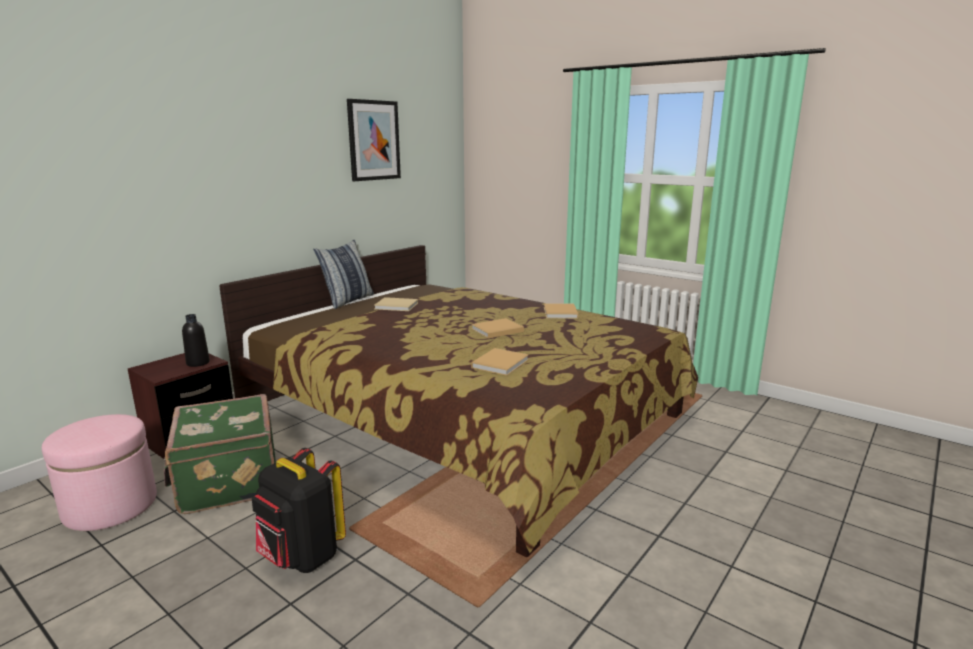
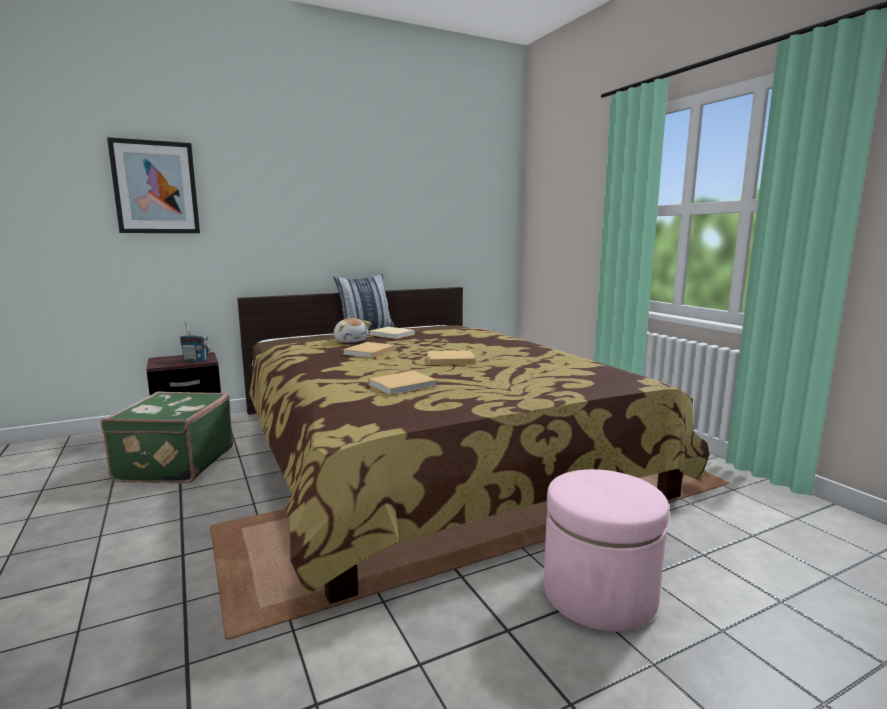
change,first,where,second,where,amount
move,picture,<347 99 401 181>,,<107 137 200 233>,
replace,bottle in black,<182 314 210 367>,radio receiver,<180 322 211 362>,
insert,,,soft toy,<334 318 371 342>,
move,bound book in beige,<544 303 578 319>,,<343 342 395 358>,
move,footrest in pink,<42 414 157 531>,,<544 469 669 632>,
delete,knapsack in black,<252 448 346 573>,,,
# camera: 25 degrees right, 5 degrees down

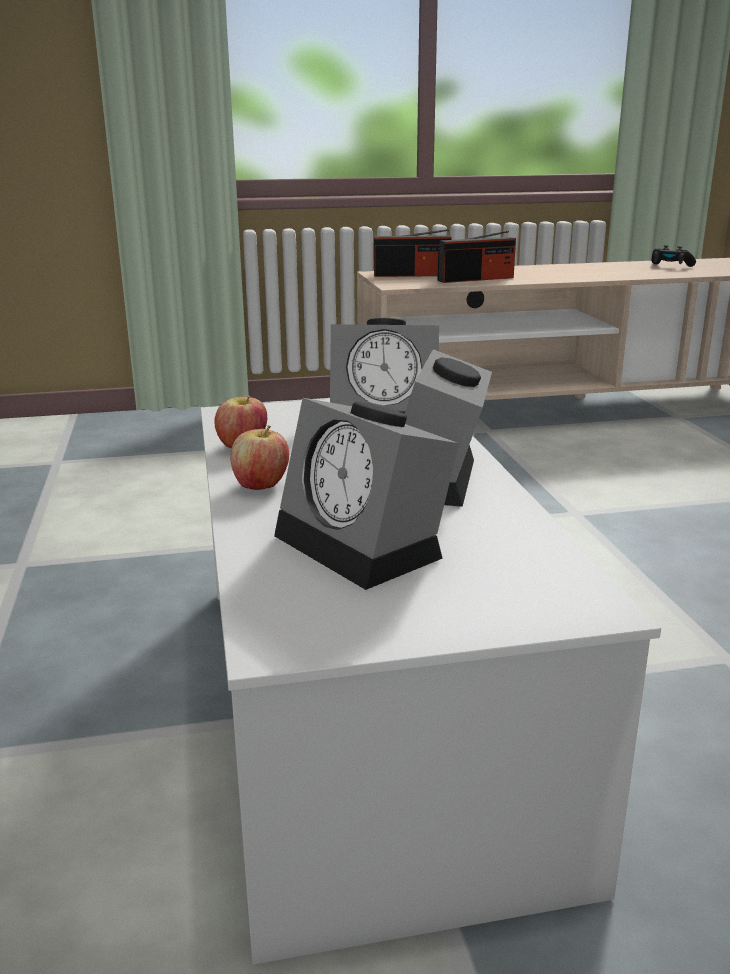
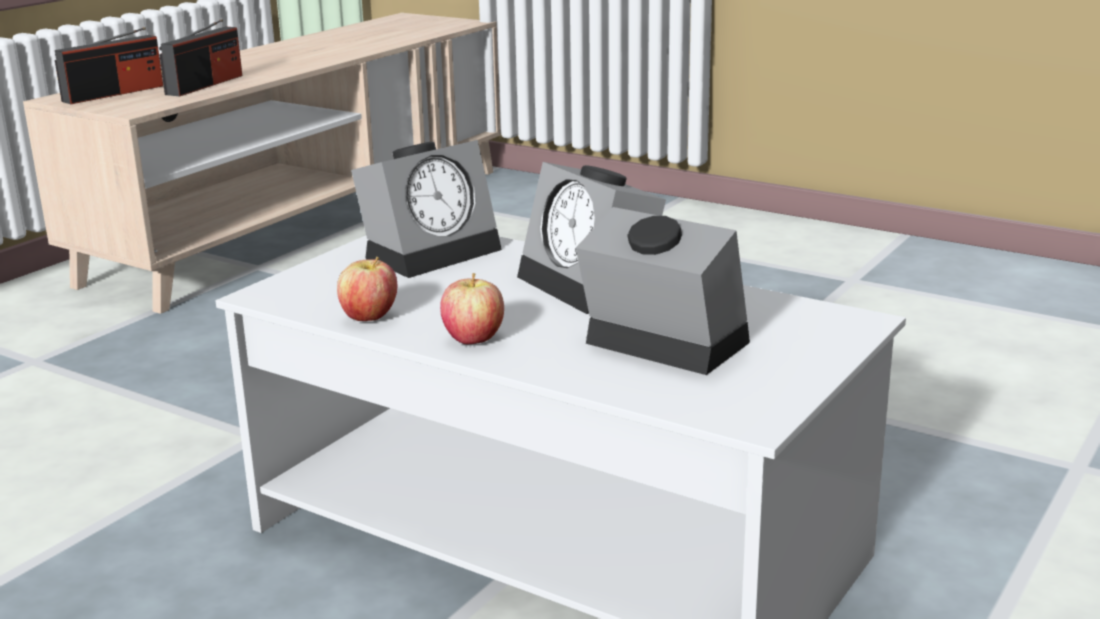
change,first,where,second,where,amount
rotate,table clock,<274 398 459 590>,,<576 207 750 375>,150 degrees counterclockwise
delete,gamepad in black,<651 245 696 267>,,,
# camera: 45 degrees left, 0 degrees up

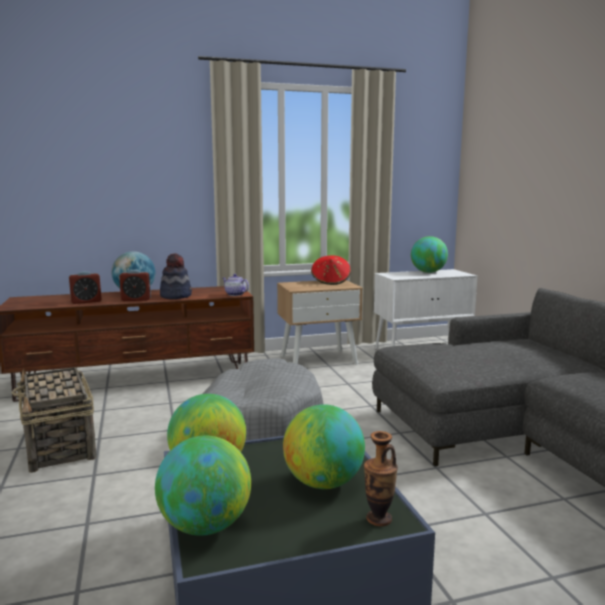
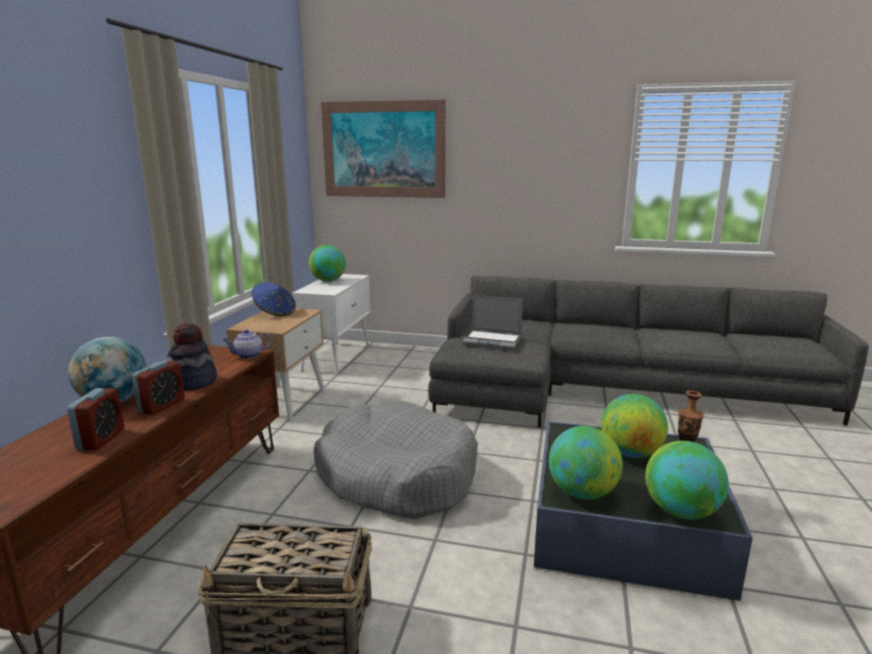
change,first,where,second,where,amount
recolor,wearable hat in red-coloured,<311 255 351 285>,wearable hat in blue-coloured,<251 282 296 316>,
insert,,,picture,<321 99 446 198>,
insert,,,notebook computer,<462 295 523 350>,
# camera: 60 degrees left, 5 degrees up

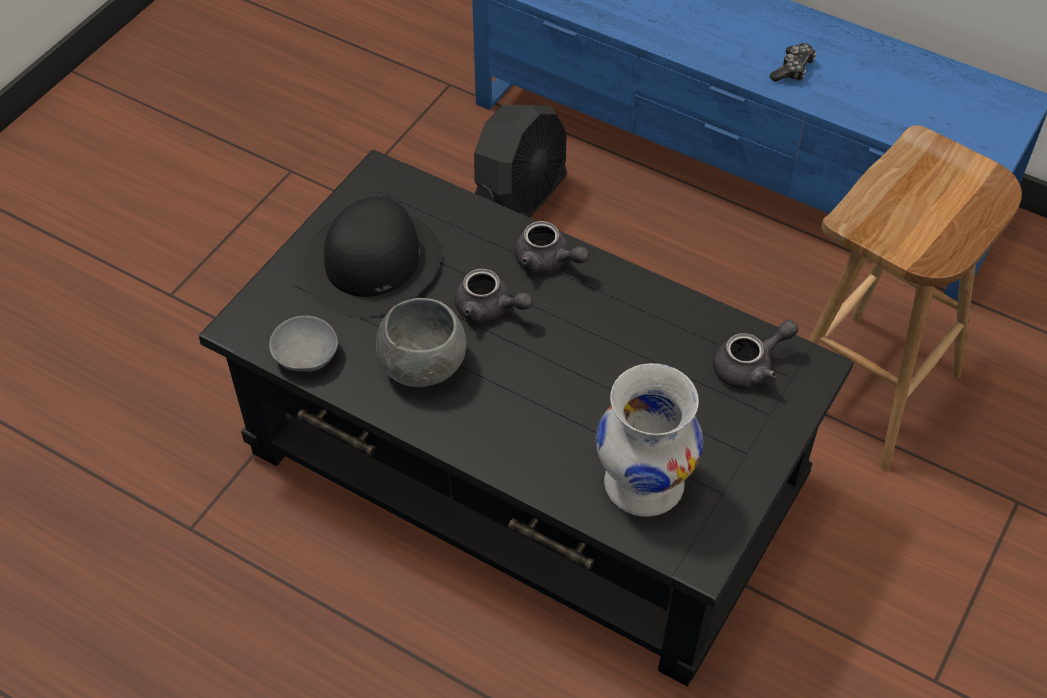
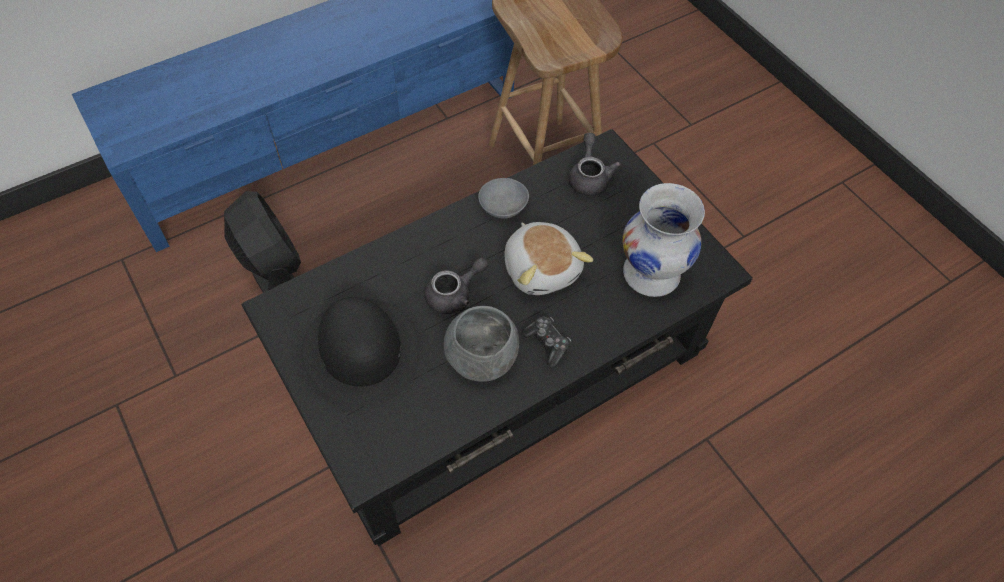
change,first,where,second,where,amount
move,bowl in greyish,<269 316 338 372>,,<478 178 529 219>,
insert,,,soft toy,<505 222 593 295>,
move,gamepad,<770 43 817 82>,,<521 317 571 368>,
delete,teapot in greyish,<514 221 589 273>,,,
# camera: 65 degrees left, 5 degrees up

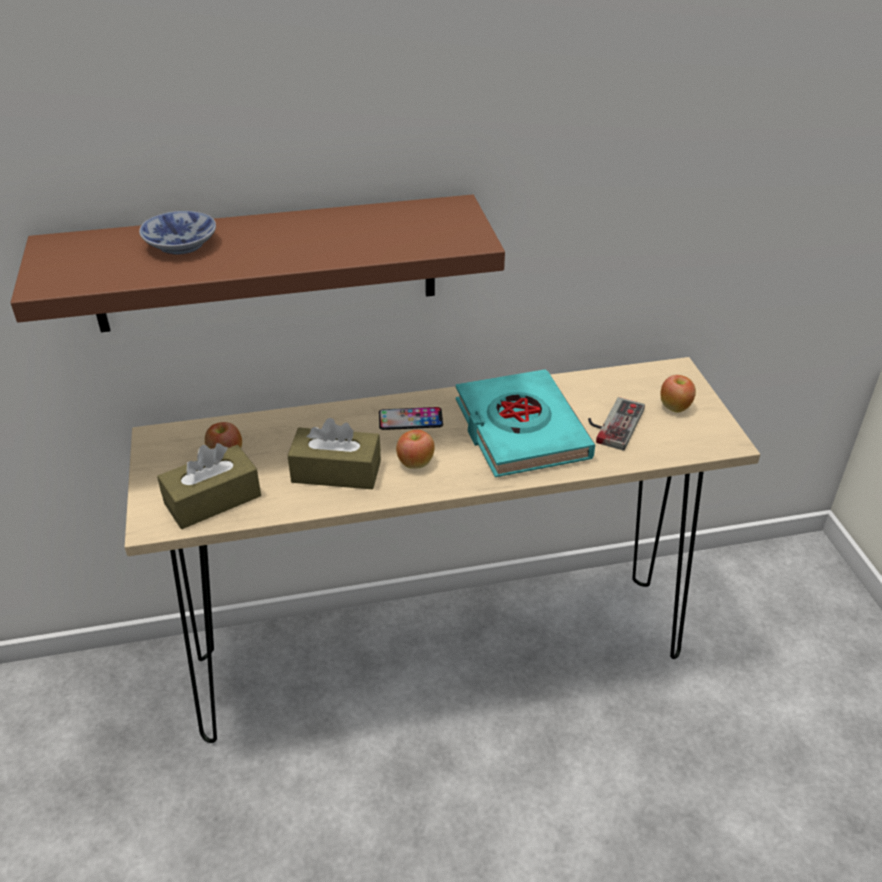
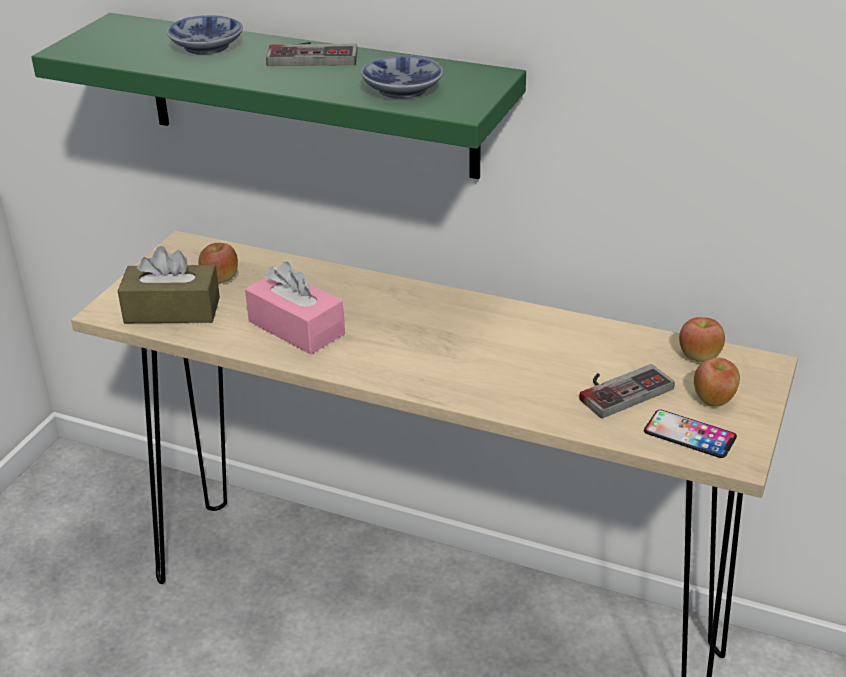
change,first,where,second,where,amount
recolor,shelf in brown-coloured,<10 195 505 332>,shelf in green-coloured,<31 13 526 179>,
recolor,tissue holder in brown-coloured,<287 418 381 489>,tissue holder in pink,<245 262 345 354>,
insert,,,gamepad,<266 42 358 66>,
insert,,,bowl,<361 55 443 99>,
move,handset,<379 407 443 430>,,<644 410 737 458>,
move,apple,<396 429 434 468>,,<679 317 725 362>,
delete,bound book in turquoise-coloured,<456 370 595 477>,,,
# camera: 35 degrees right, 5 degrees down

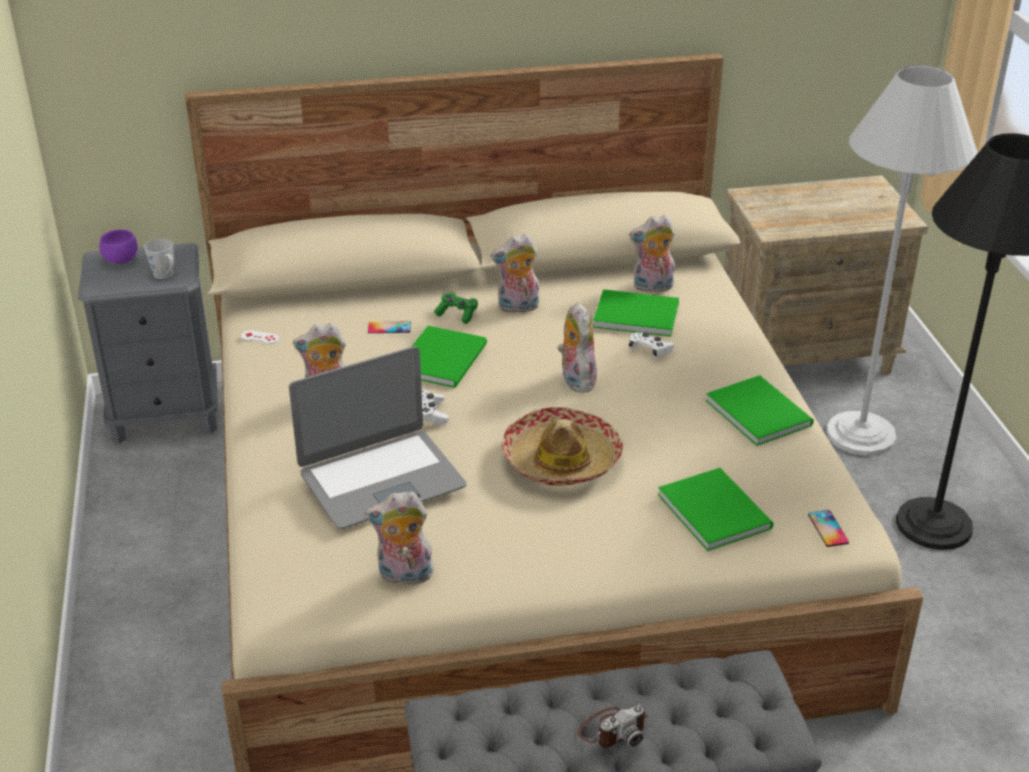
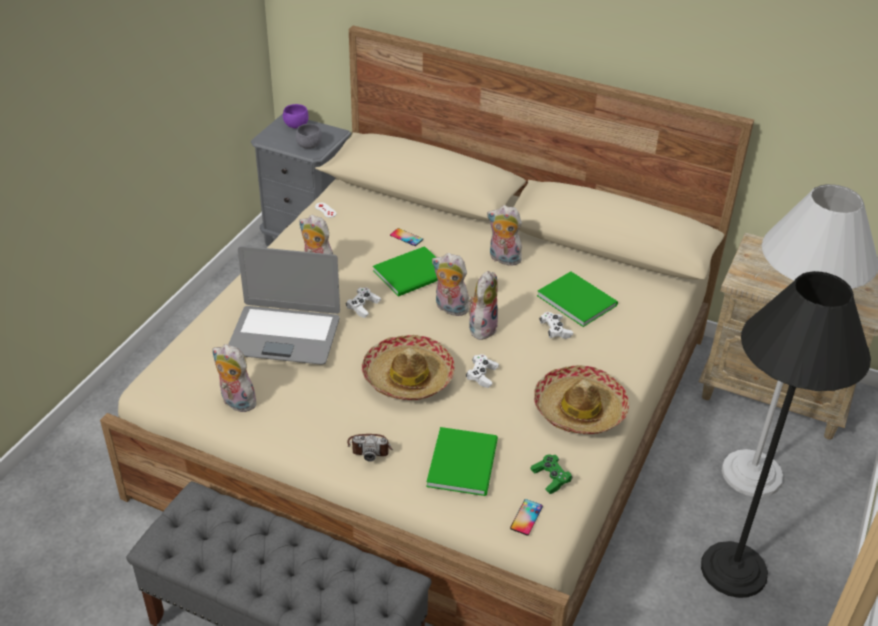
change,first,where,second,where,amount
replace,tea mug in greyish,<144 239 174 279>,bowl in greyish,<296 124 322 149>,
move,photo camera,<578 705 648 748>,,<347 434 393 462>,
move,soft toy,<629 215 675 292>,,<432 253 469 316>,
insert,,,gamepad in whitish,<466 354 499 388>,
move,gamepad in green-coloured,<434 292 478 324>,,<530 455 573 494>,
replace,bound book in green-coloured,<706 375 814 446>,wearable hat,<534 365 629 434>,
# camera: 35 degrees right, 5 degrees up

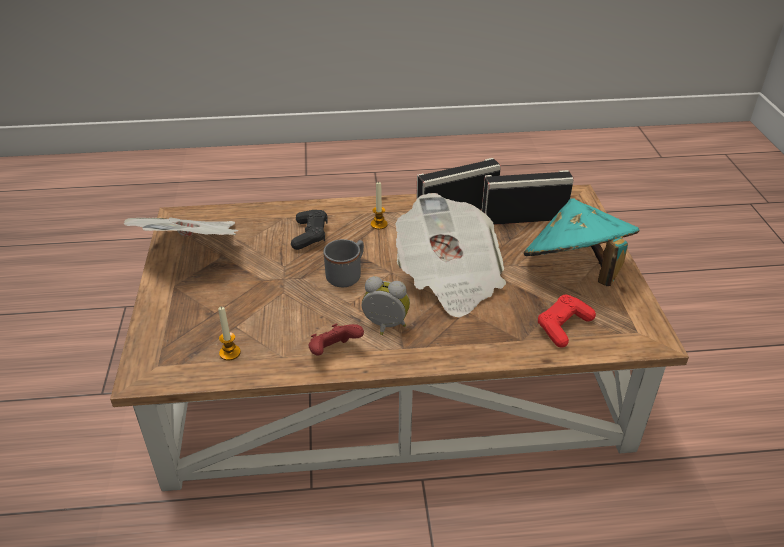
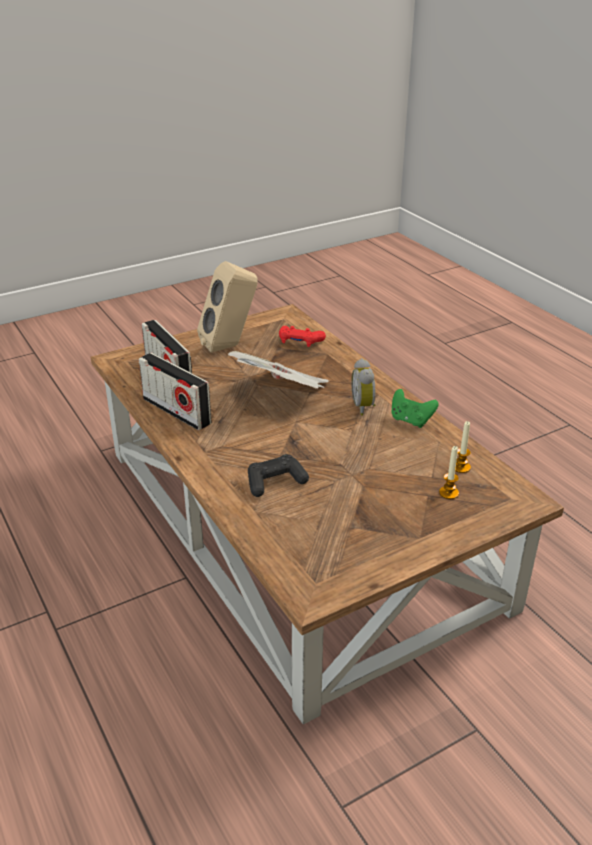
change,first,where,second,where,amount
replace,wearable hat in turquoise-coloured,<524 198 640 286>,loudspeaker in beige,<197 261 258 353>,
recolor,gamepad in red-coloured,<308 323 364 356>,gamepad in green-coloured,<392 389 439 428>,
move,wax light,<371 181 388 229>,,<439 446 459 499>,
delete,printed paper,<124 218 239 236>,,,
delete,tea mug in greyish,<323 239 364 287>,,,
# camera: 115 degrees left, 5 degrees down

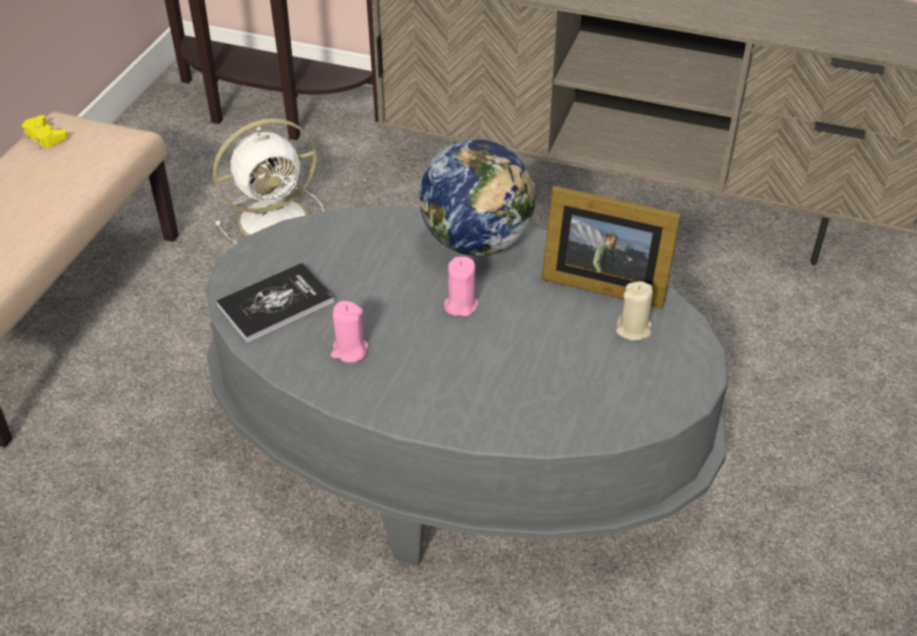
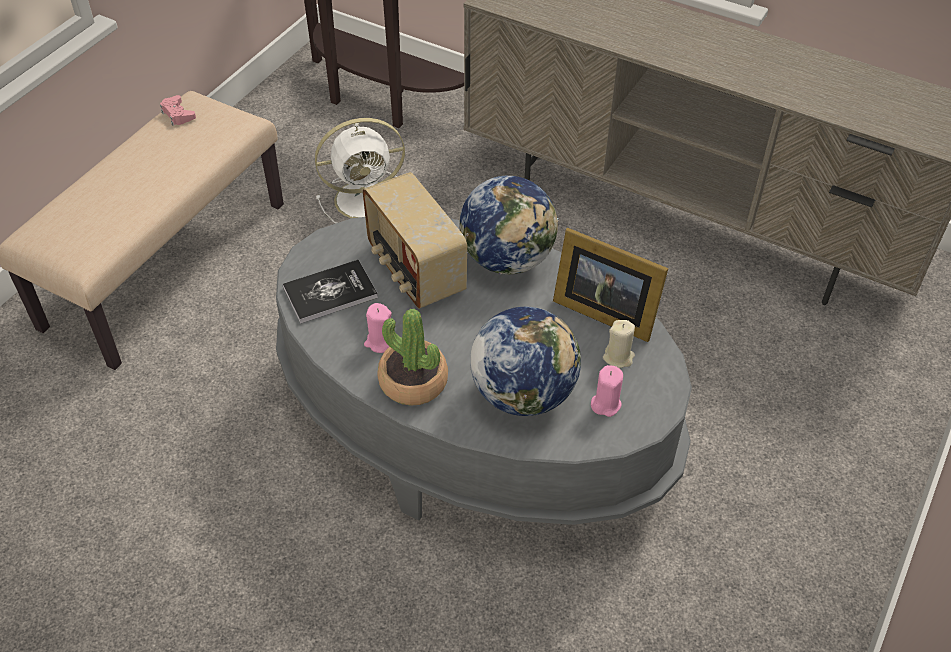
change,first,where,second,where,amount
recolor,gamepad in yellowish,<21 115 68 149>,gamepad in pink,<160 95 196 126>,
insert,,,radio receiver,<363 172 467 309>,
insert,,,plant in a pot,<377 309 448 406>,
insert,,,desk globe,<470 307 581 416>,
move,wax light in pink,<444 256 478 317>,,<591 365 623 417>,
# camera: 10 degrees right, 5 degrees up

